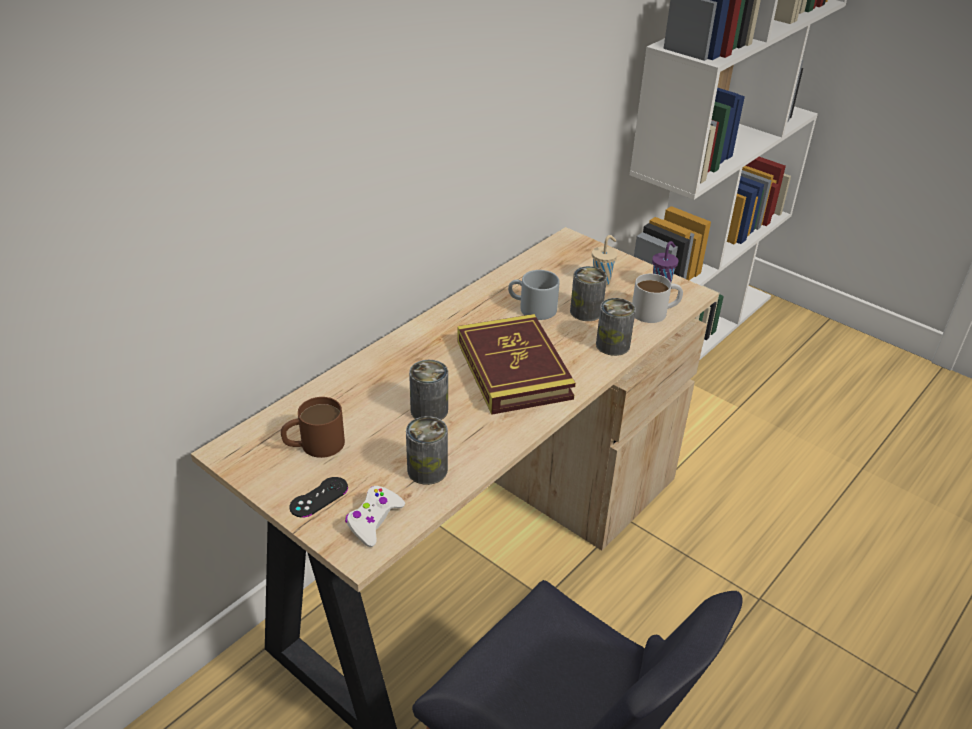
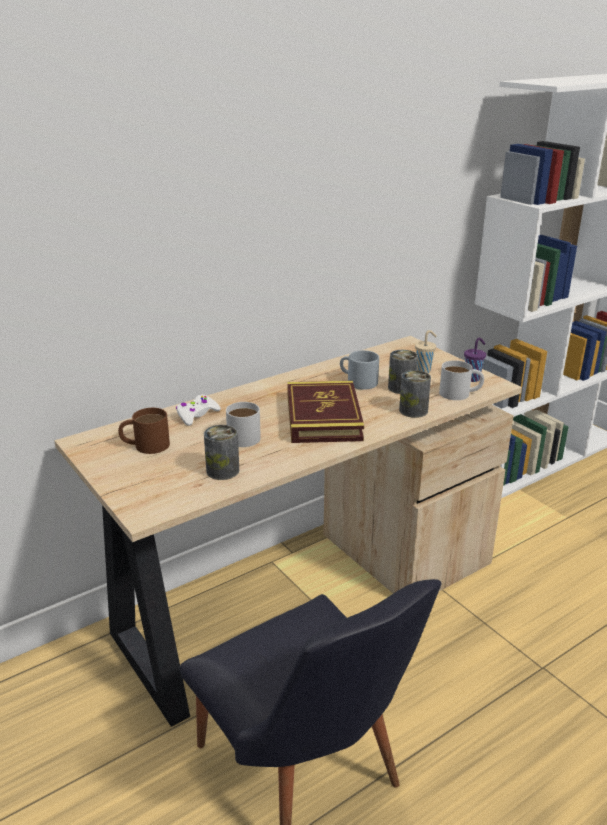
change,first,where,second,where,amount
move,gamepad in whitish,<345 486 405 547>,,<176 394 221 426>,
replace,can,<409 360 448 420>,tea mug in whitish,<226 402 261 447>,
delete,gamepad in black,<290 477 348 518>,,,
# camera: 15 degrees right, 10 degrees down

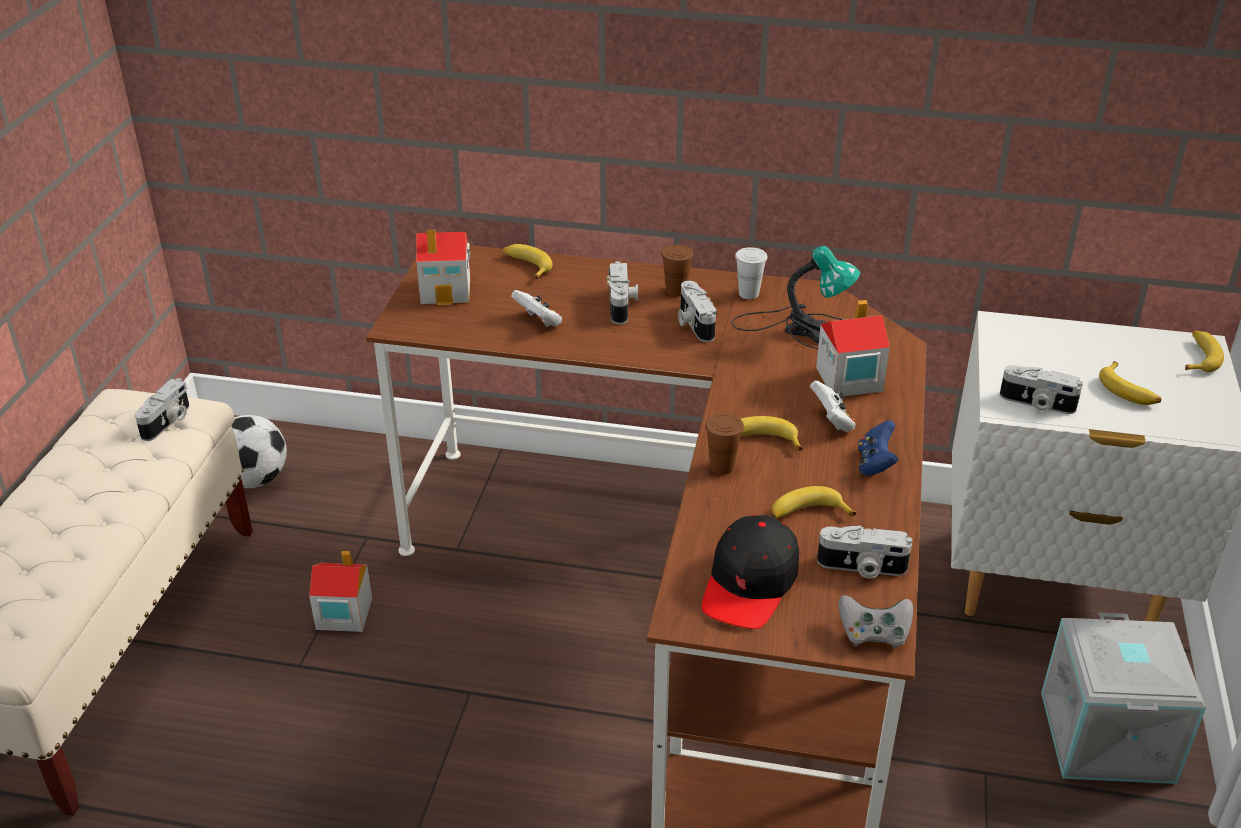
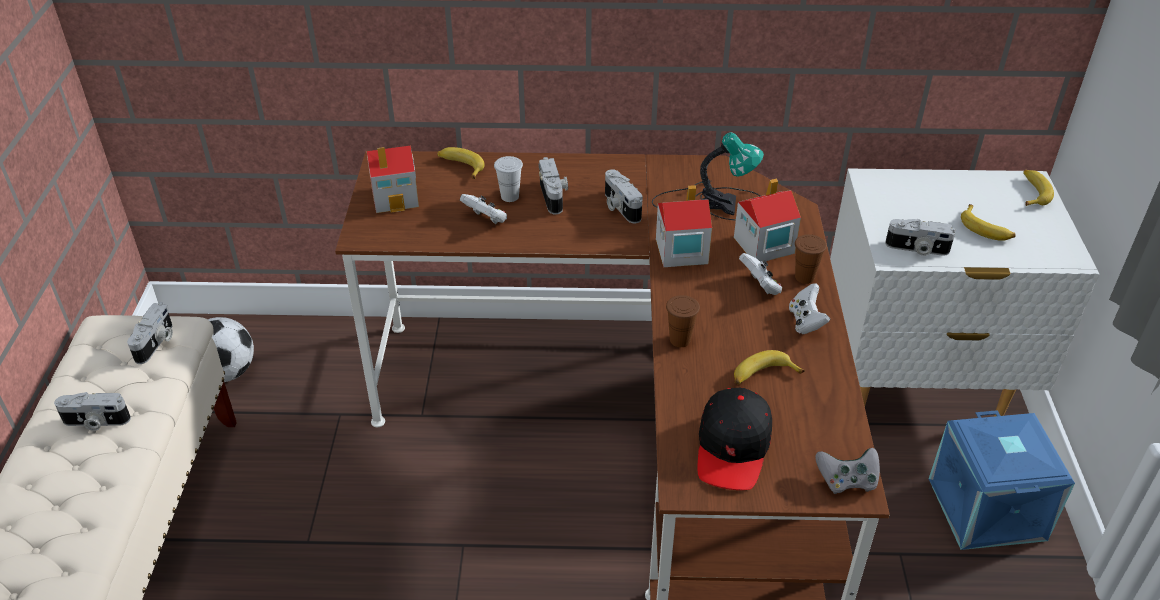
change,first,where,second,where,amount
move,photo camera,<817 525 912 578>,,<54 392 131 431>,
move,cup in whitish,<735 247 768 299>,,<494 156 523 202>,
move,model house,<309 551 372 632>,,<656 185 712 267>,
recolor,gamepad in blue-coloured,<858 420 898 476>,gamepad in whitish,<789 283 830 334>,
move,cup in brown-coloured,<661 245 693 296>,,<795 234 827 284>,
recolor,storage bin in greyish,<1041 613 1206 784>,storage bin in blue-coloured,<929 410 1075 550>,
delete,whole banana,<741 416 803 451>,,,
# camera: 10 degrees left, 5 degrees up

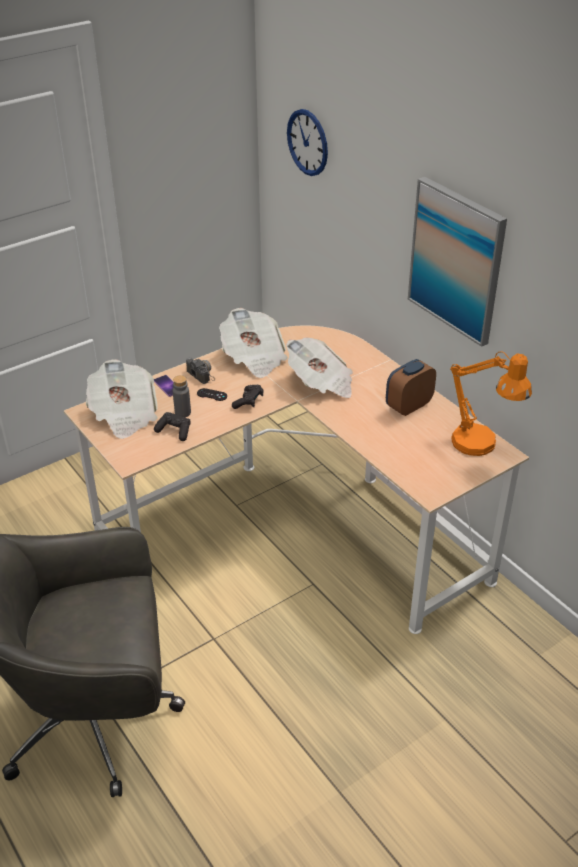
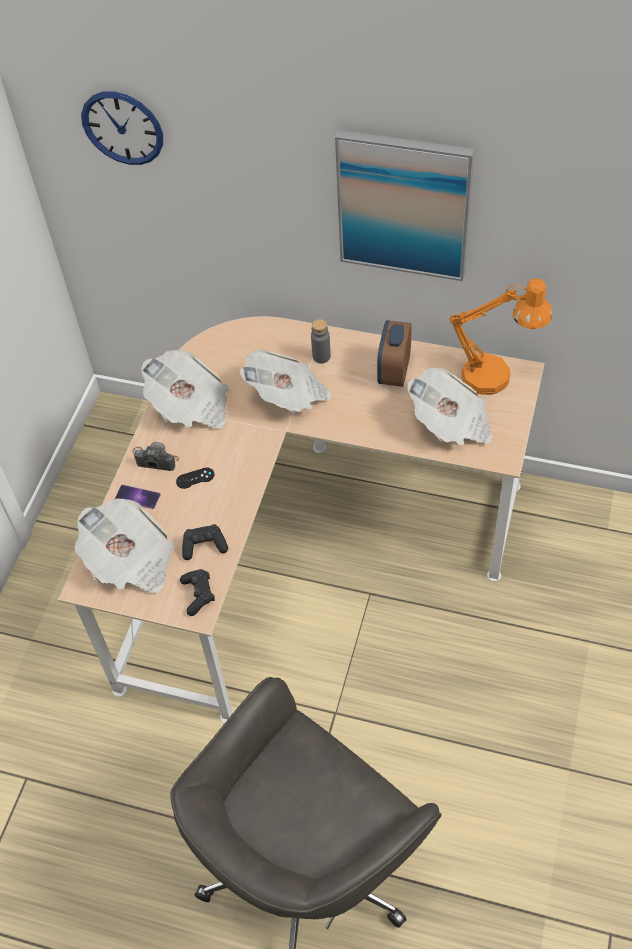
change,first,where,second,where,amount
move,gamepad in black,<232 385 263 409>,,<180 569 215 616>,
move,bottle in greyish,<173 375 191 417>,,<311 319 331 363>,
insert,,,printed paper,<407 368 493 446>,
# camera: 35 degrees left, 15 degrees up

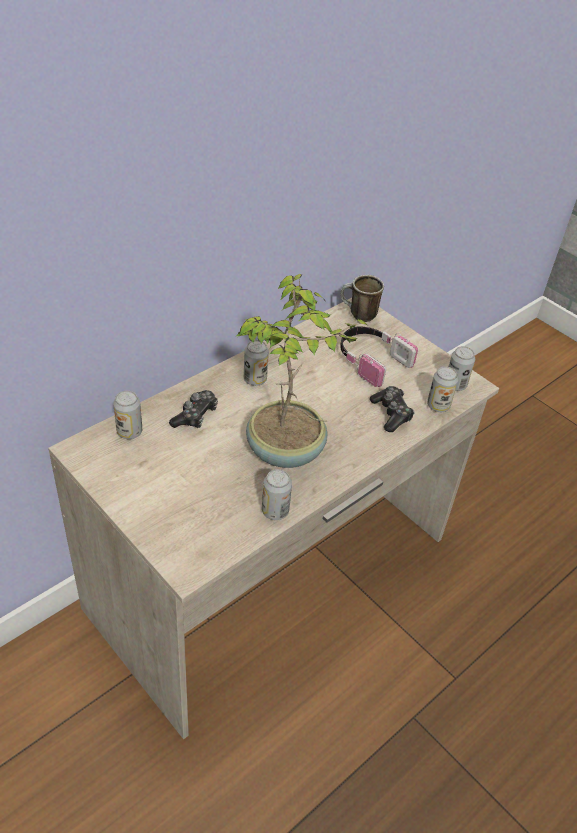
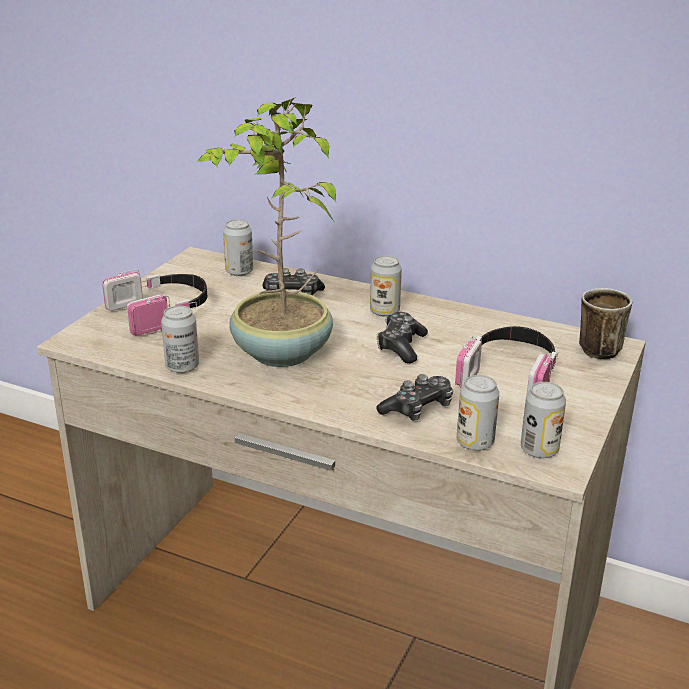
change,first,where,second,where,amount
insert,,,pair of headphones,<102 269 207 335>,
insert,,,gamepad,<377 312 428 363>,
# camera: 70 degrees right, 15 degrees down

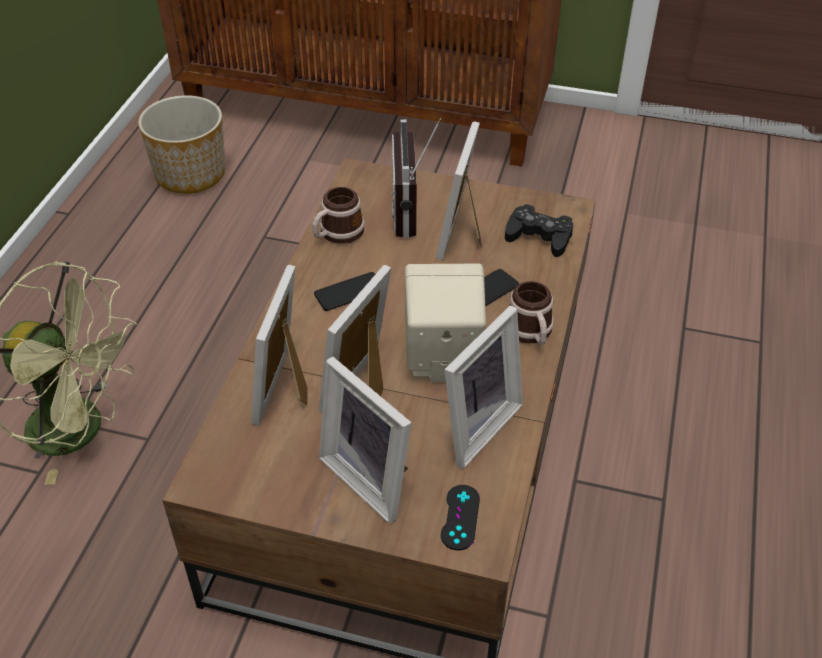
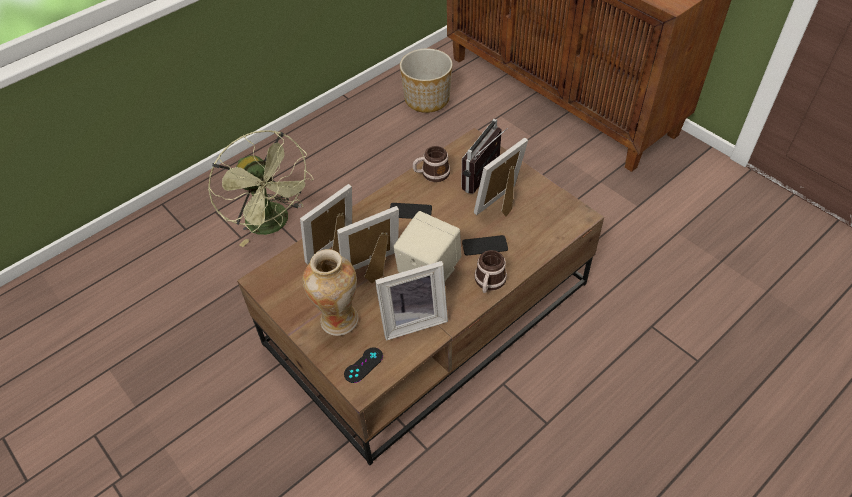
change,first,where,second,where,amount
replace,standing frame,<319 357 412 524>,decorative vase,<303 249 358 336>,
delete,gamepad in black,<505 204 573 257>,,,
# camera: 35 degrees right, 5 degrees up

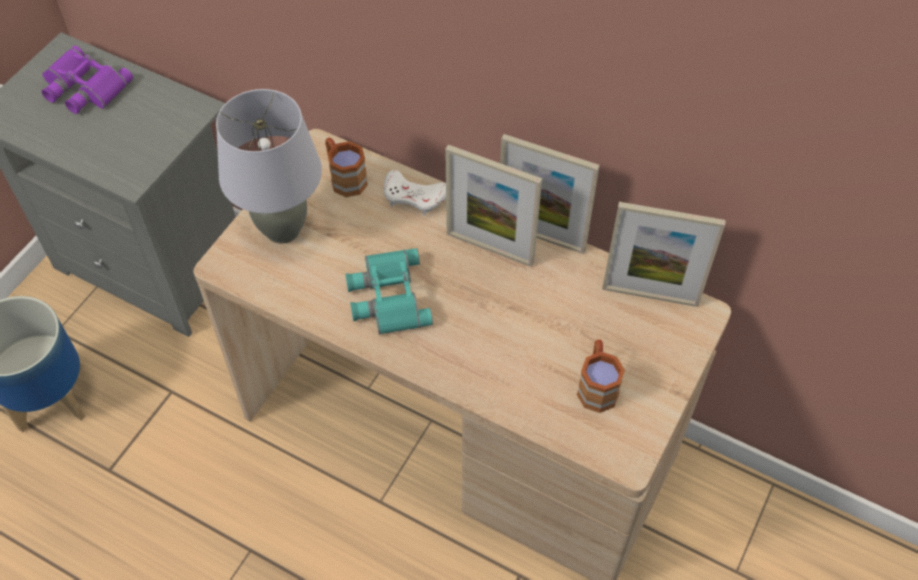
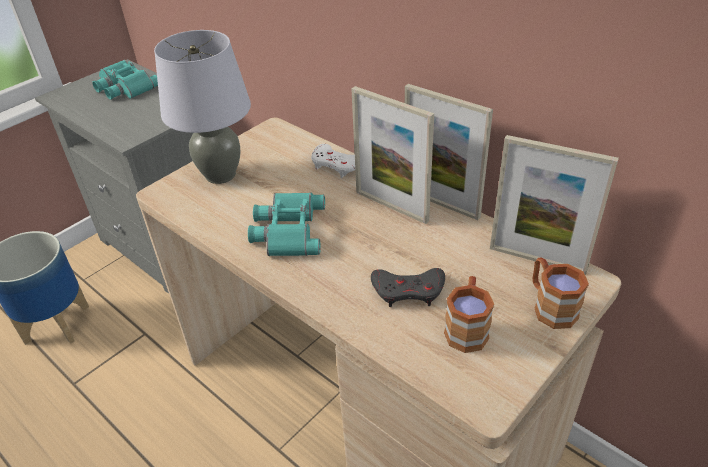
change,first,where,second,where,amount
recolor,pair of binoculars in purple-coloured,<42 46 133 114>,pair of binoculars in turquoise-coloured,<93 60 158 100>,
insert,,,gamepad in greyish,<371 268 445 307>,
move,tea mug in brown-coloured,<325 137 368 197>,,<533 257 589 329>,
# camera: 15 degrees right, 15 degrees down

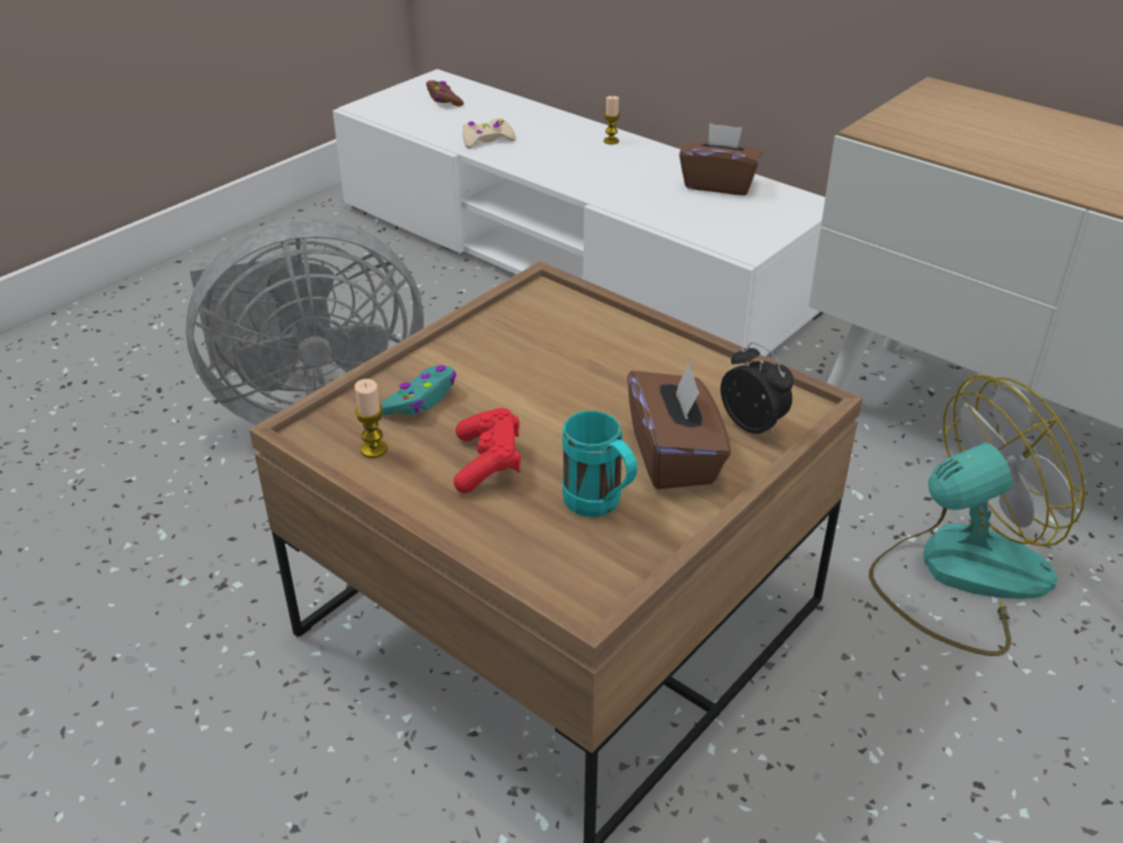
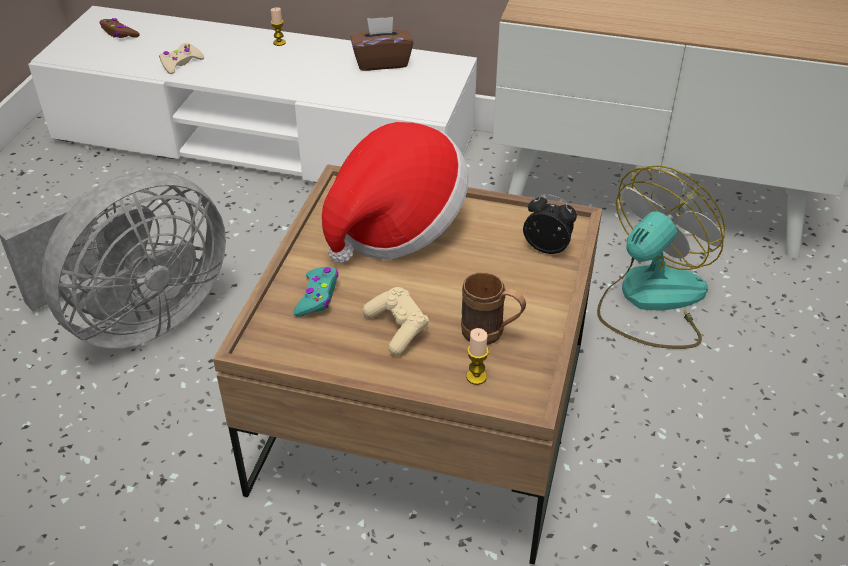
change,first,where,second,where,amount
insert,,,wearable hat,<322 122 469 263>,
recolor,gamepad in red-coloured,<454 408 521 493>,gamepad in beige,<363 287 429 356>,
recolor,tea mug in turquoise-coloured,<563 410 637 517>,tea mug in brown-coloured,<461 272 526 345>,
move,wax light,<354 379 387 458>,,<466 328 489 385>,
delete,tissue holder in brown-coloured,<627 362 731 489>,,,
# camera: 25 degrees left, 5 degrees up

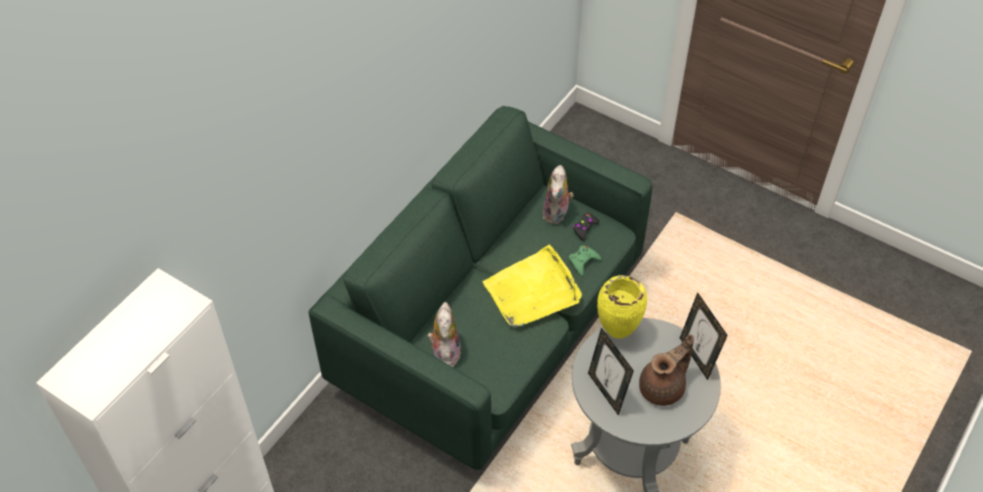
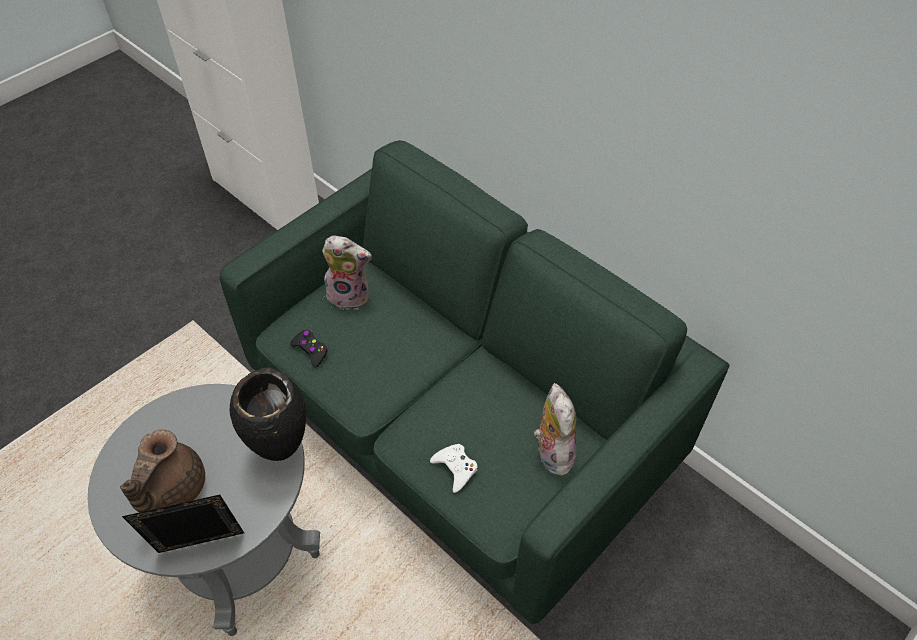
change,first,where,second,where,amount
rotate,teapot in brown-coloured,<639 334 694 406>,,<120 430 205 512>,45 degrees clockwise
recolor,decorative vase in yellowish,<597 275 647 339>,decorative vase in black,<230 368 306 461>,
move,gamepad in black,<573 213 600 241>,,<290 329 328 368>,
recolor,gamepad in green-coloured,<569 246 601 276>,gamepad in whitish,<430 444 478 493>,
rotate,soft toy,<543 165 574 224>,,<534 383 577 476>,60 degrees clockwise
delete,serving tray in yellowish,<483 245 582 327>,,,
delete,standing frame,<588 328 634 416>,,,
# camera: 100 degrees right, 0 degrees up

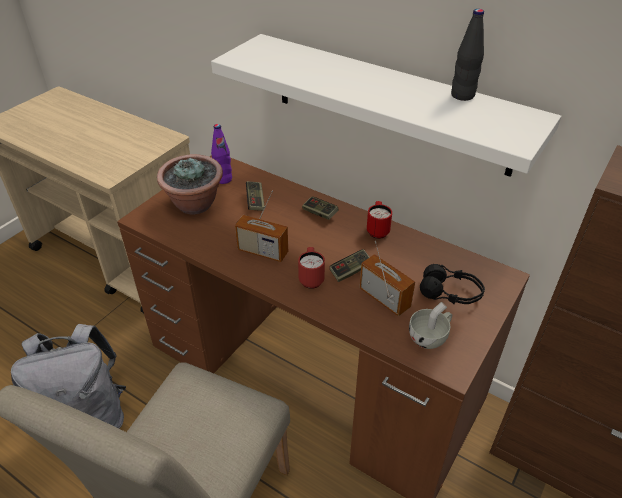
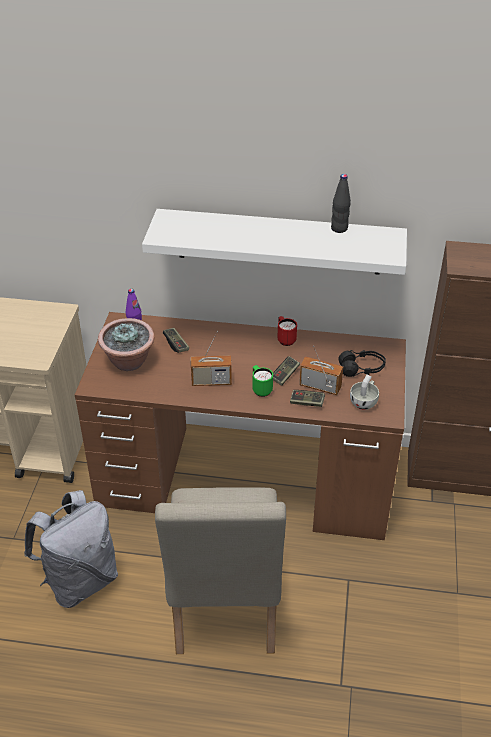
change,first,where,second,where,amount
recolor,tea mug in red-coloured,<298 247 325 289>,tea mug in green-coloured,<253 365 273 397>,
move,gamepad,<302 196 339 220>,,<290 390 325 407>,
# camera: 25 degrees left, 0 degrees up

